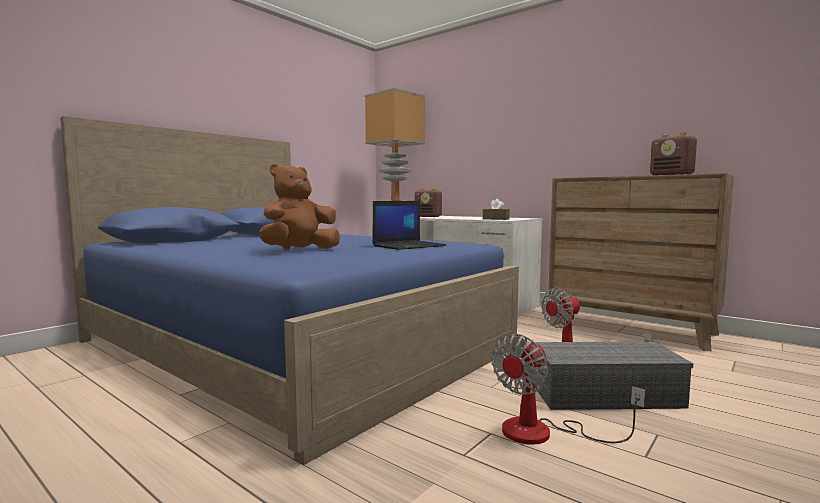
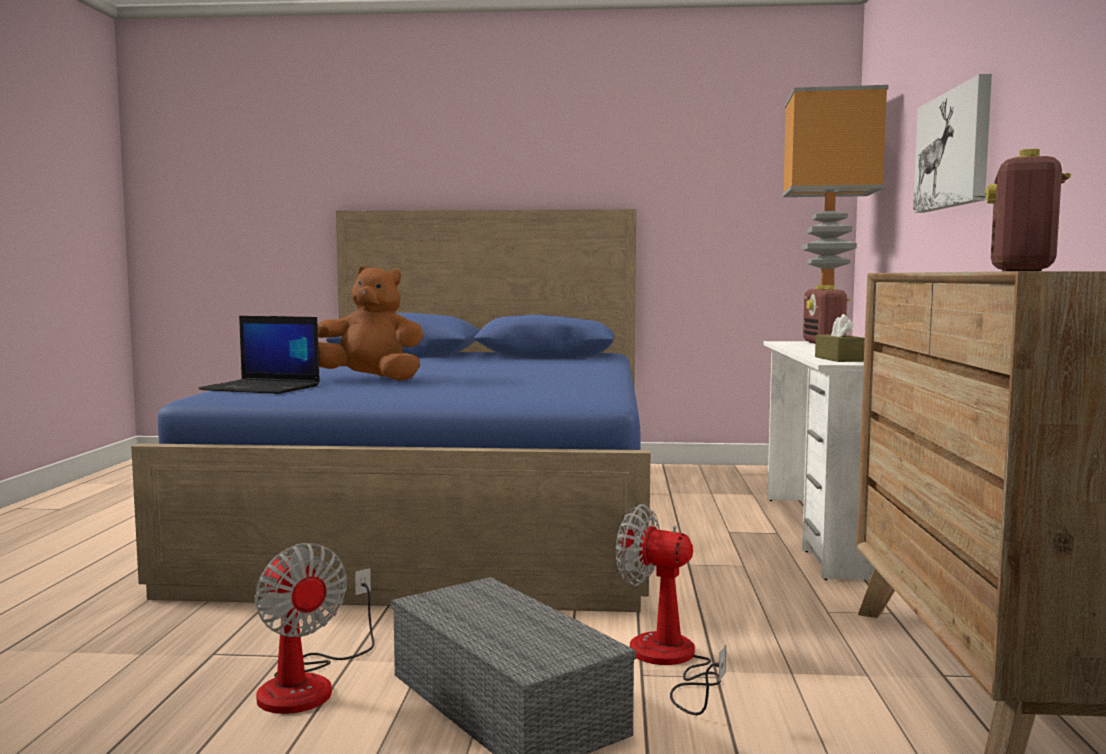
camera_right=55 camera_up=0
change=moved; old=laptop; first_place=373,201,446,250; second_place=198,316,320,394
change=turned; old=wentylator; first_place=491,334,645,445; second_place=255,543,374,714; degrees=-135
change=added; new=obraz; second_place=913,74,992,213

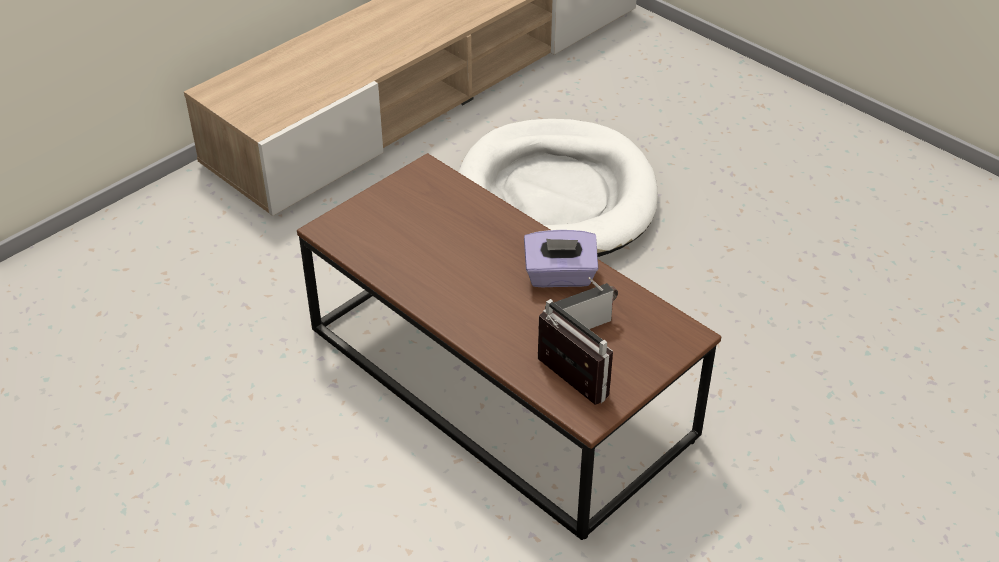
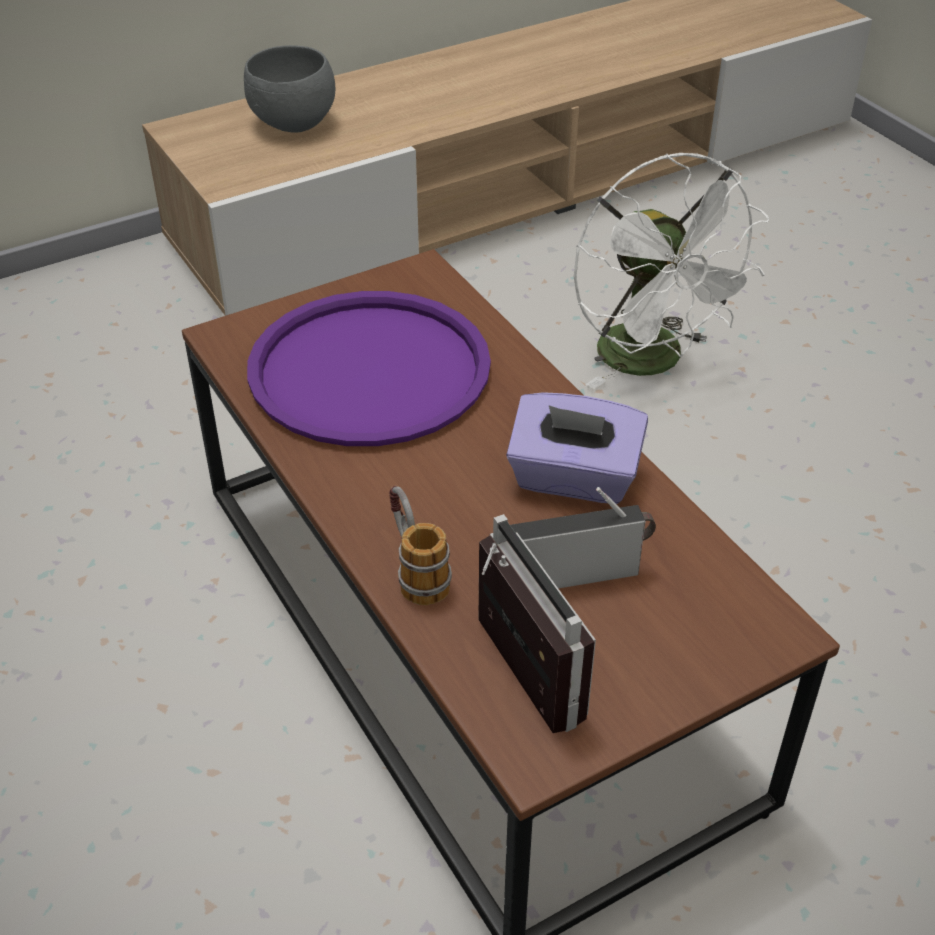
camera_right=15 camera_up=0
change=replaced; old=legowisko/biały; new=wentylator/biały; first_place=459,119,658,257; second_place=574,153,770,389
change=added; new=miska/szary; second_place=244,45,335,133
change=added; new=taca/fioletowy; second_place=247,291,491,446
change=added; new=kubek; second_place=389,486,452,605

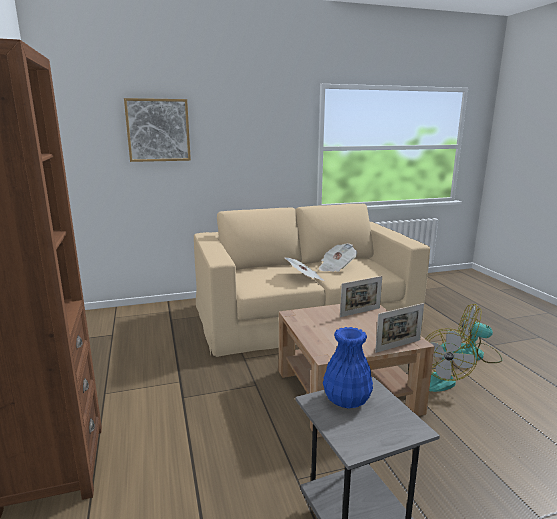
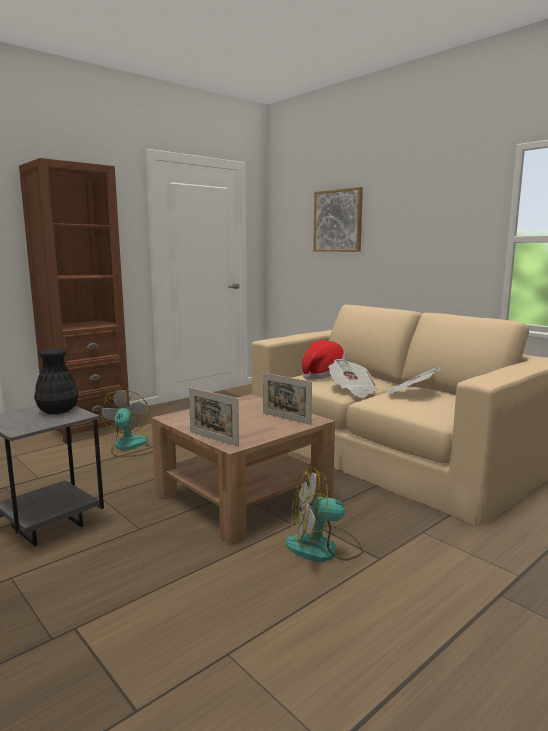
camera_right=65 camera_up=-5
change=recoloured; old=wazon/niebieski; new=wazon/czarny; first_place=323,327,373,408; second_place=34,348,79,414
change=moved; old=wentylator; first_place=456,304,502,363; second_place=99,390,153,457
change=added; new=kapelusz; second_place=302,340,347,379

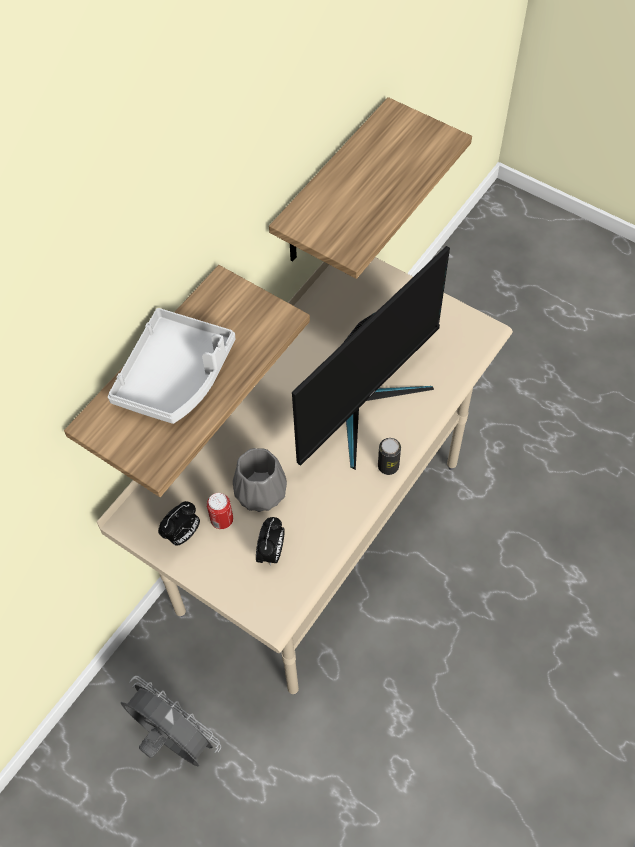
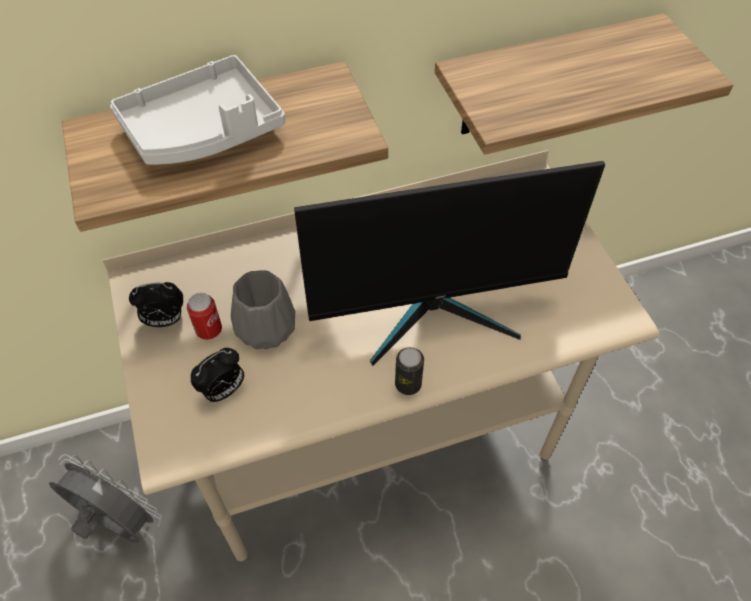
camera_right=35 camera_up=-5
change=turned; old=wentylator/szary; first_place=121,676,221,767; second_place=49,454,162,543; degrees=-45

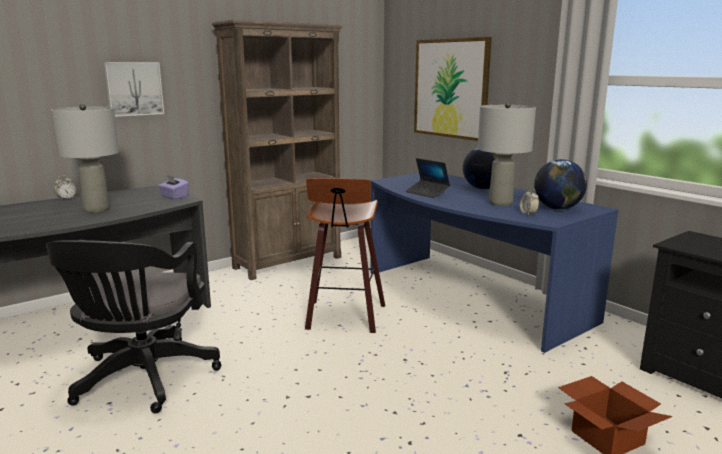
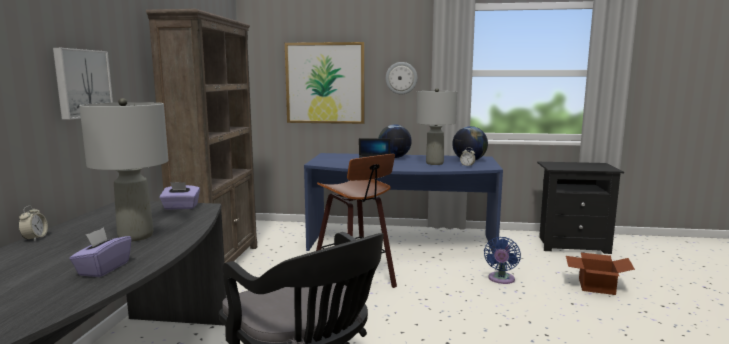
camera_right=-45 camera_up=-5
change=added; new=pudełko chusteczek/fioletowy; second_place=69,227,132,277
change=added; new=zegar ścienny; second_place=385,62,417,94
change=added; new=wentylator/niebieski; second_place=484,237,521,284

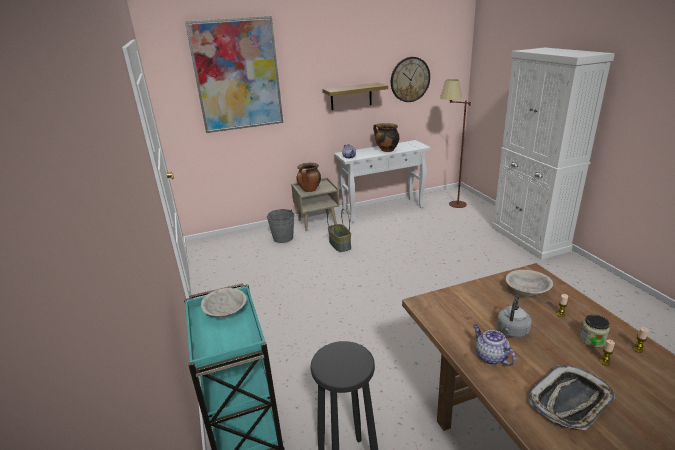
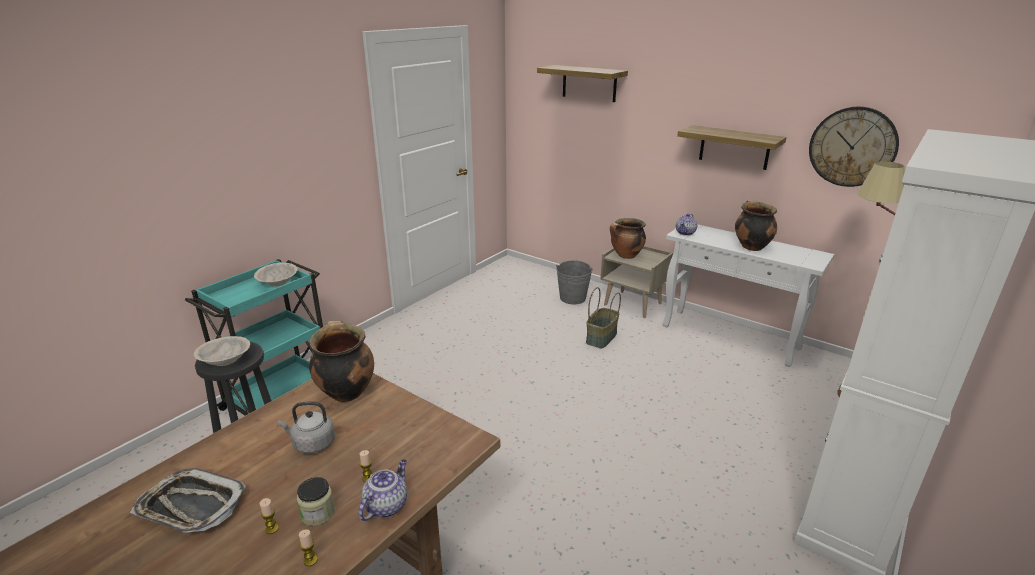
camera_right=55 camera_up=0
change=replaced; old=obraz; new=półka; first_place=185,16,283,133; second_place=537,65,628,102
change=moved; old=imbryk; first_place=473,324,516,366; second_place=358,459,407,521
change=moved; old=miska/beżowy; first_place=506,270,553,296; second_place=194,336,250,366
change=added; new=garnek; second_place=309,321,374,402

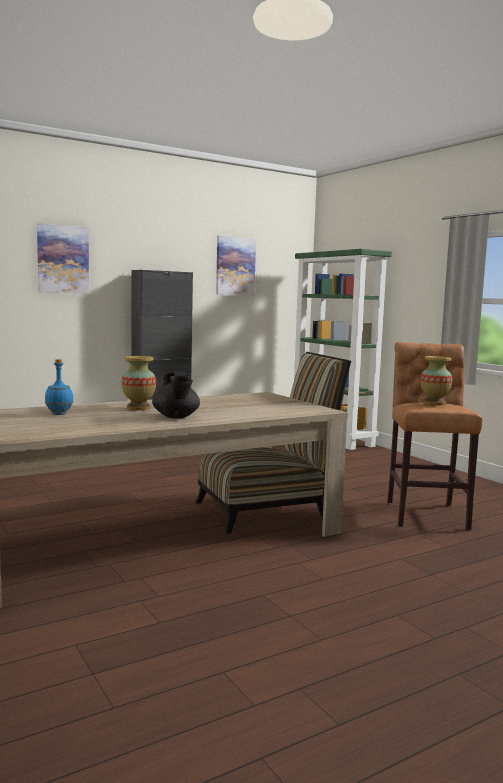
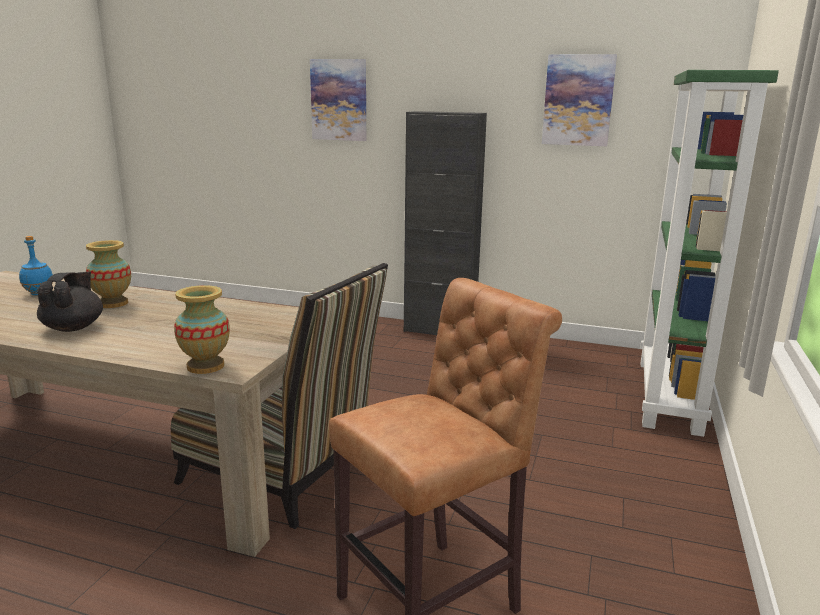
camera_right=50 camera_up=10
change=turned; old=imbryk/czarny; first_place=152,371,200,419; second_place=37,271,103,332; degrees=150
change=moved; old=wazon; first_place=420,356,452,405; second_place=174,285,230,374

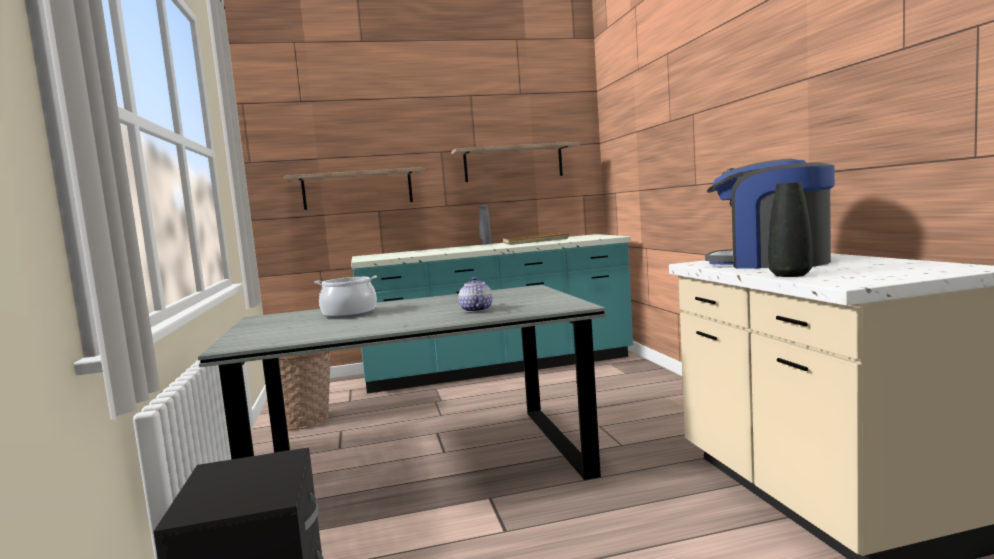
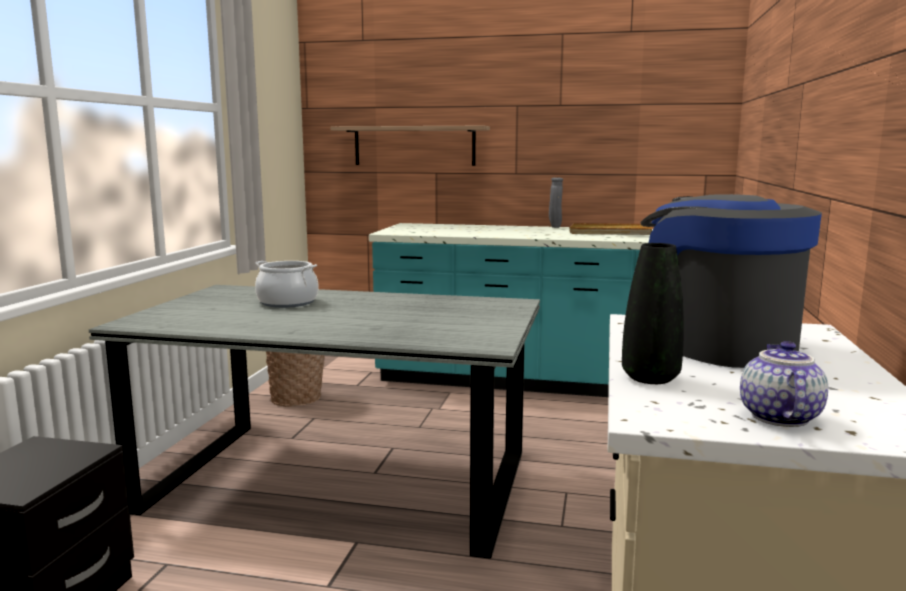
camera_right=25 camera_up=5
change=removed; old=półka; first_place=451,142,580,182
change=moved; old=imbryk; first_place=458,277,493,312; second_place=740,341,828,427

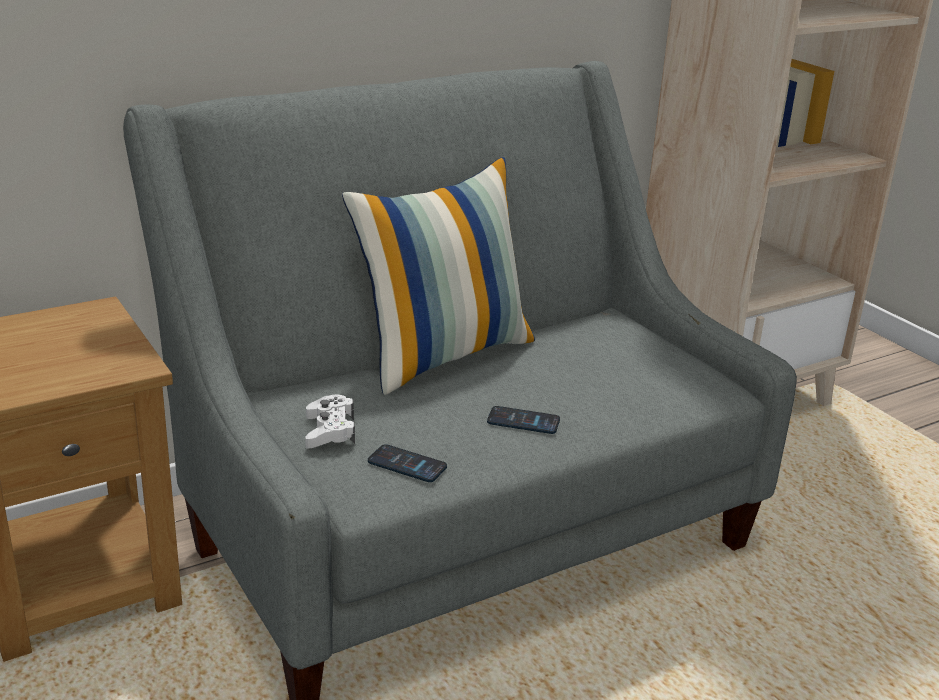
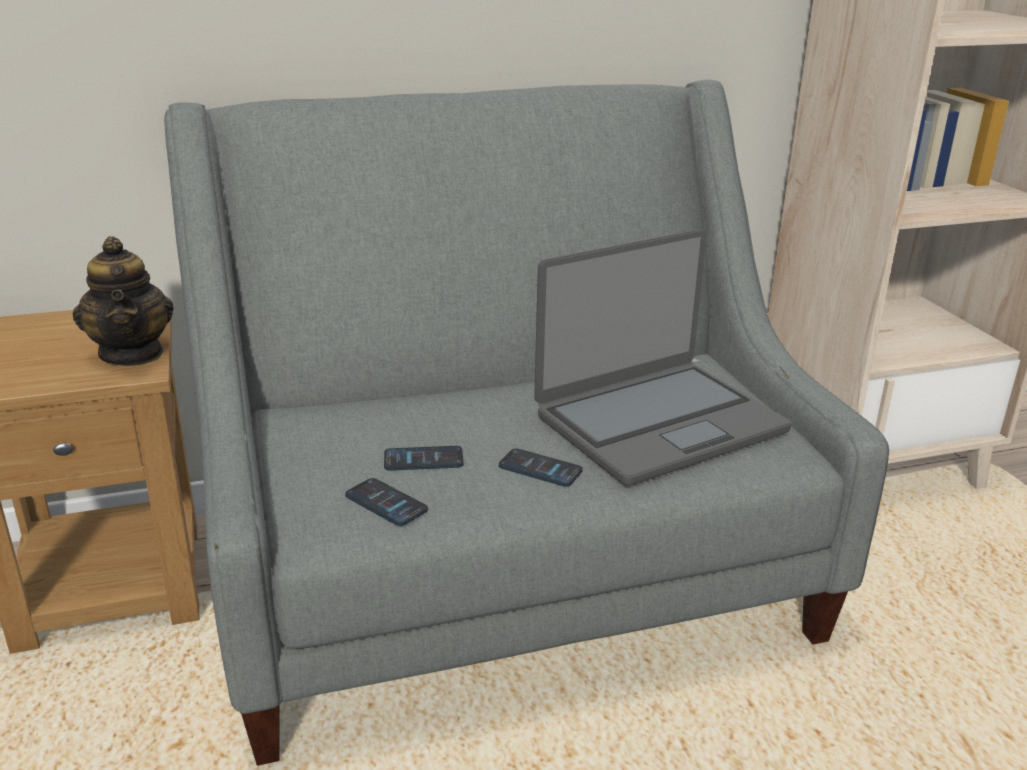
camera_right=15 camera_up=0
change=removed; old=pad do gier/biały; first_place=305,395,355,449
change=removed; old=poduszka; first_place=342,157,535,395
change=added; new=imbryk; second_place=73,236,174,366
change=added; new=telefon; second_place=384,446,464,471
change=added; new=laptop; second_place=534,229,791,486

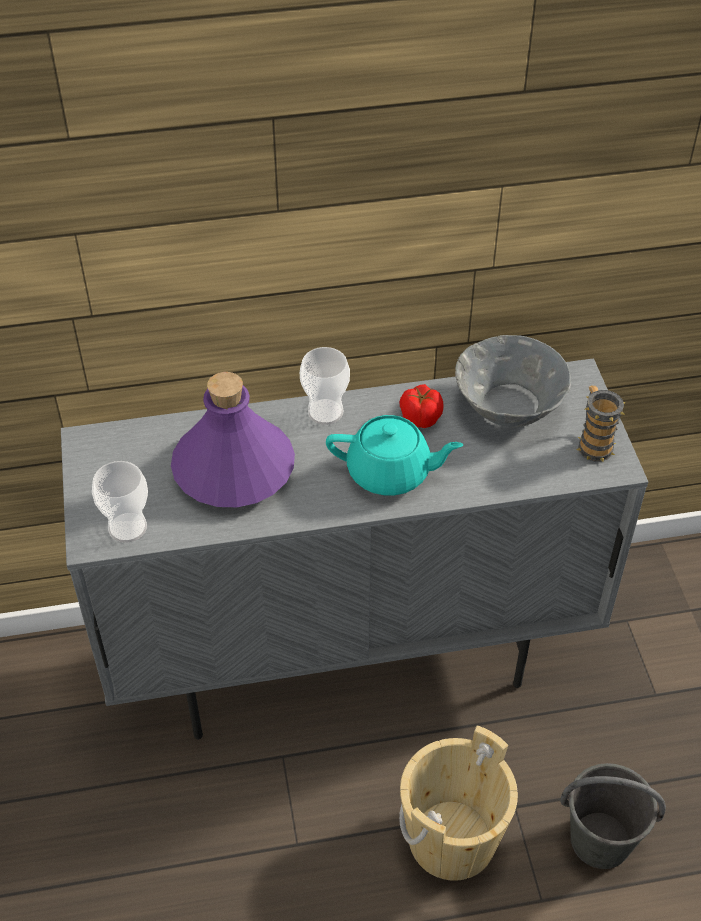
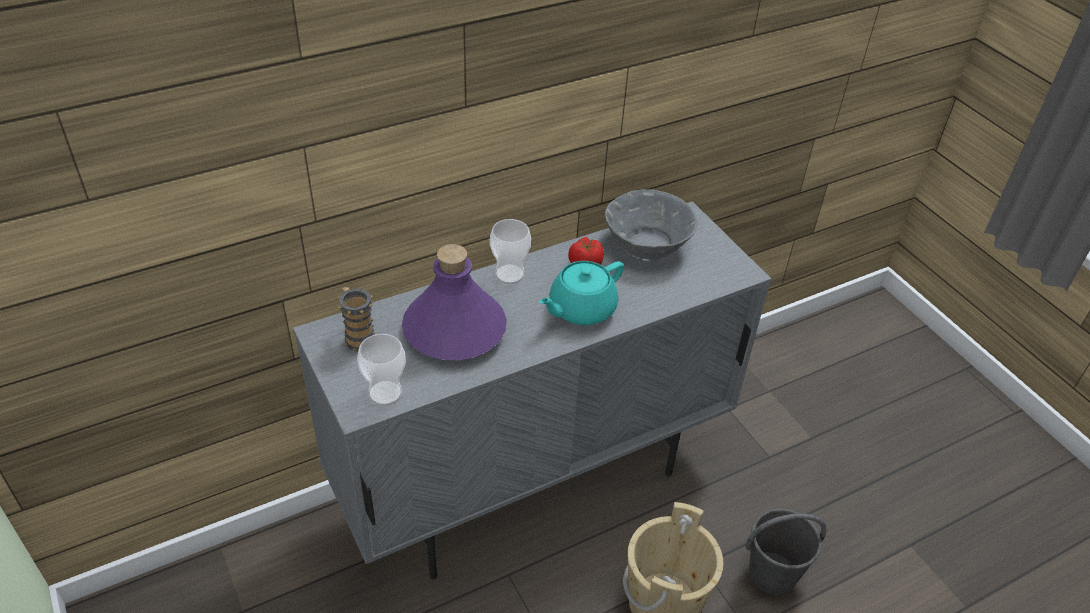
camera_right=-20 camera_up=-5
change=turned; old=imbryk/turkusowy; first_place=326,415,463,495; second_place=539,261,624,325; degrees=150
change=moved; old=kubek; first_place=577,385,626,462; second_place=338,287,377,351

